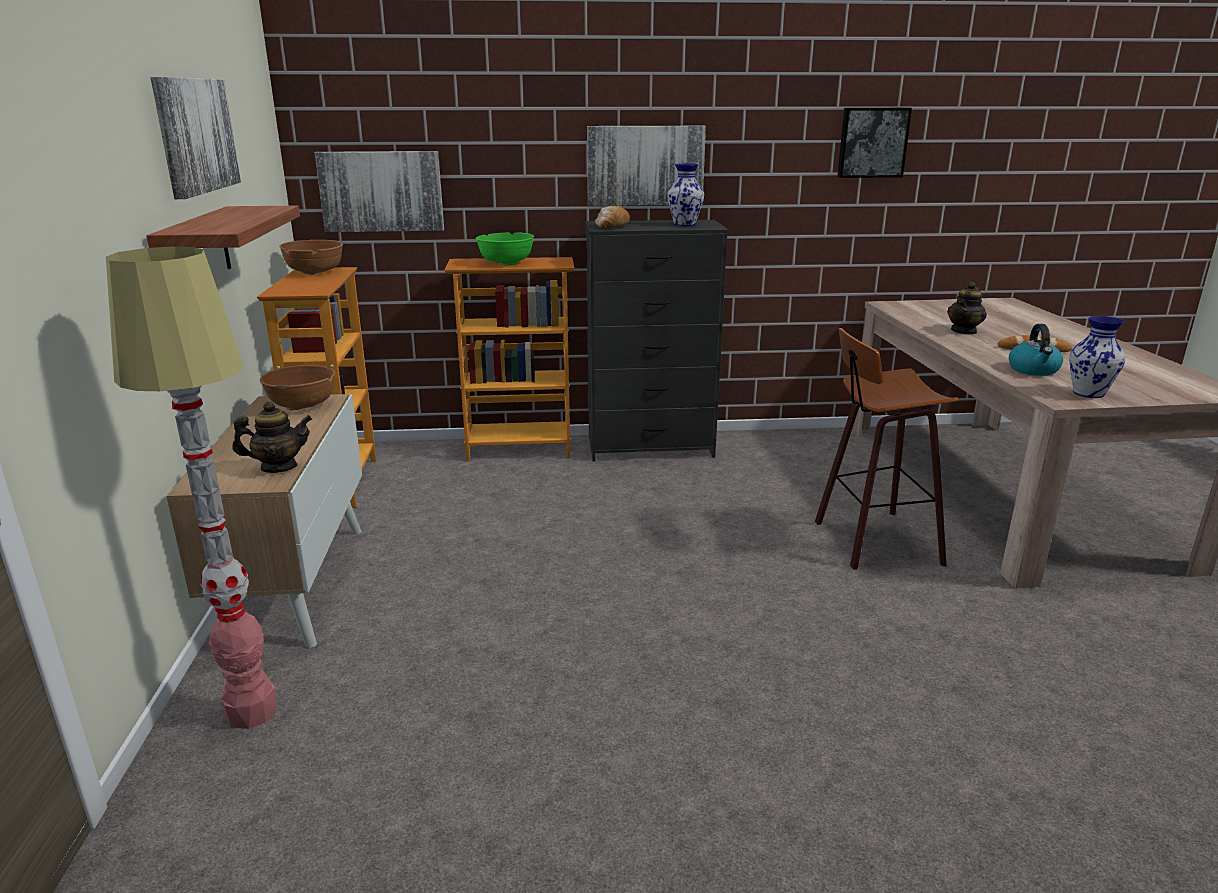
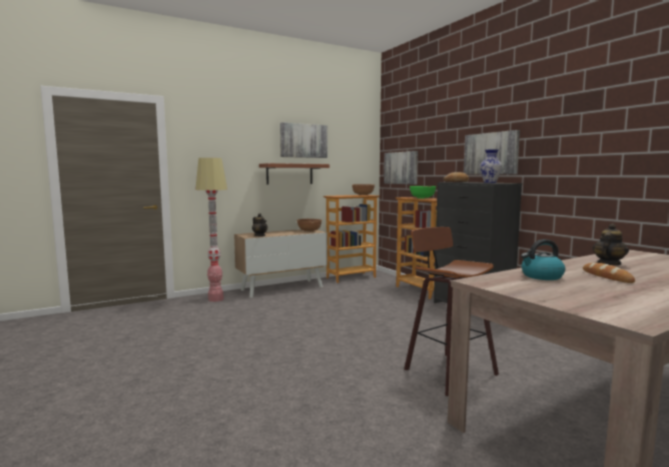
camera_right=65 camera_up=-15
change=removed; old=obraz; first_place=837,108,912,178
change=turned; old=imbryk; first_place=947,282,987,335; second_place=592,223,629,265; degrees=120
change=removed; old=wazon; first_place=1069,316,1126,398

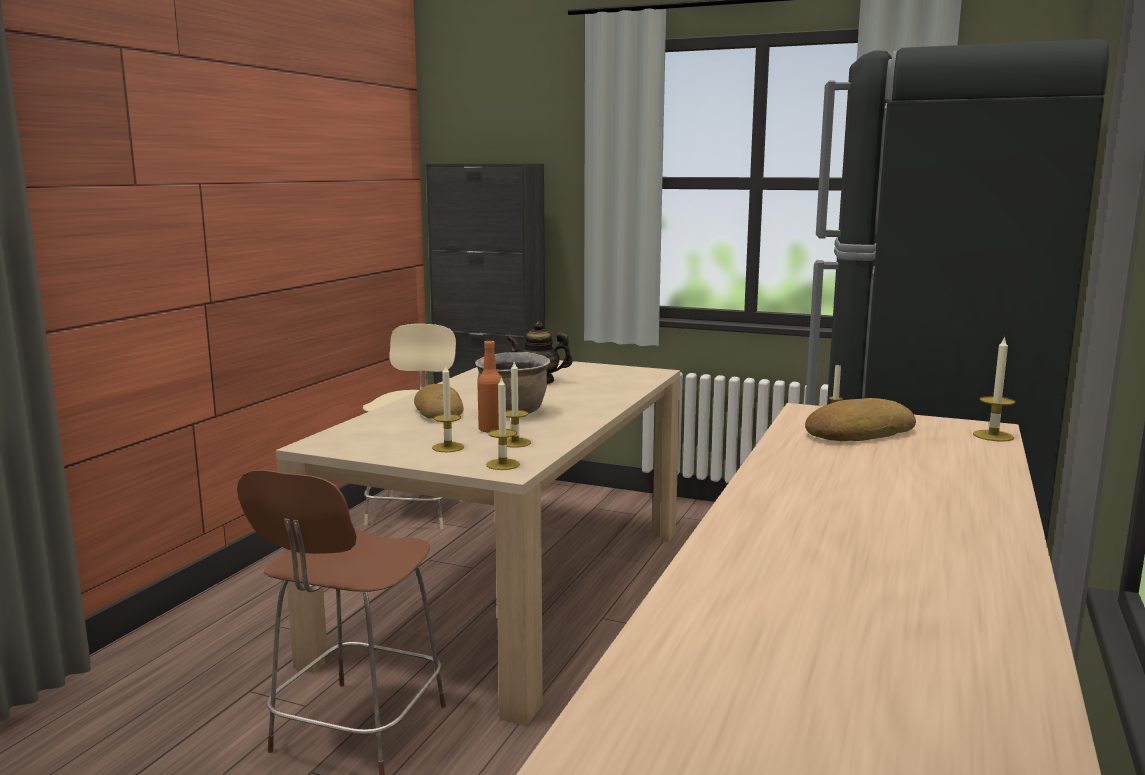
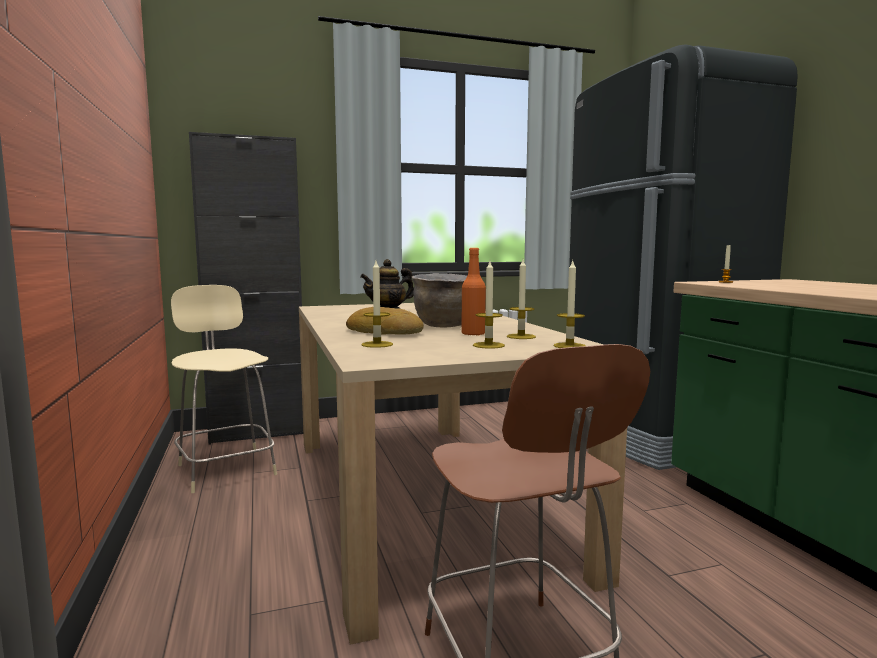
camera_right=-40 camera_up=-5
change=removed; old=chleb; first_place=805,398,916,441
change=moved; old=świeca; first_place=973,336,1015,442; second_place=362,261,393,348

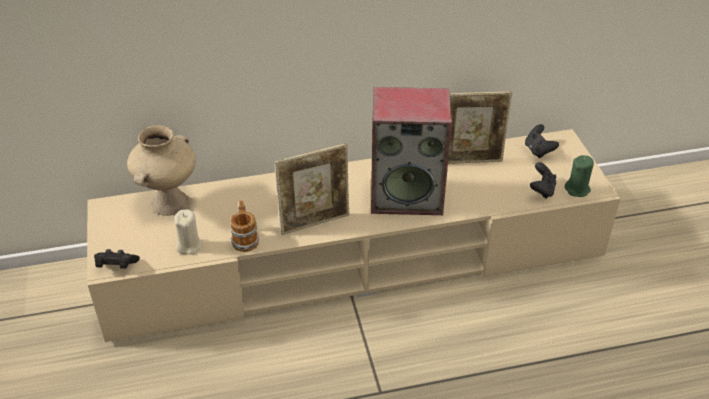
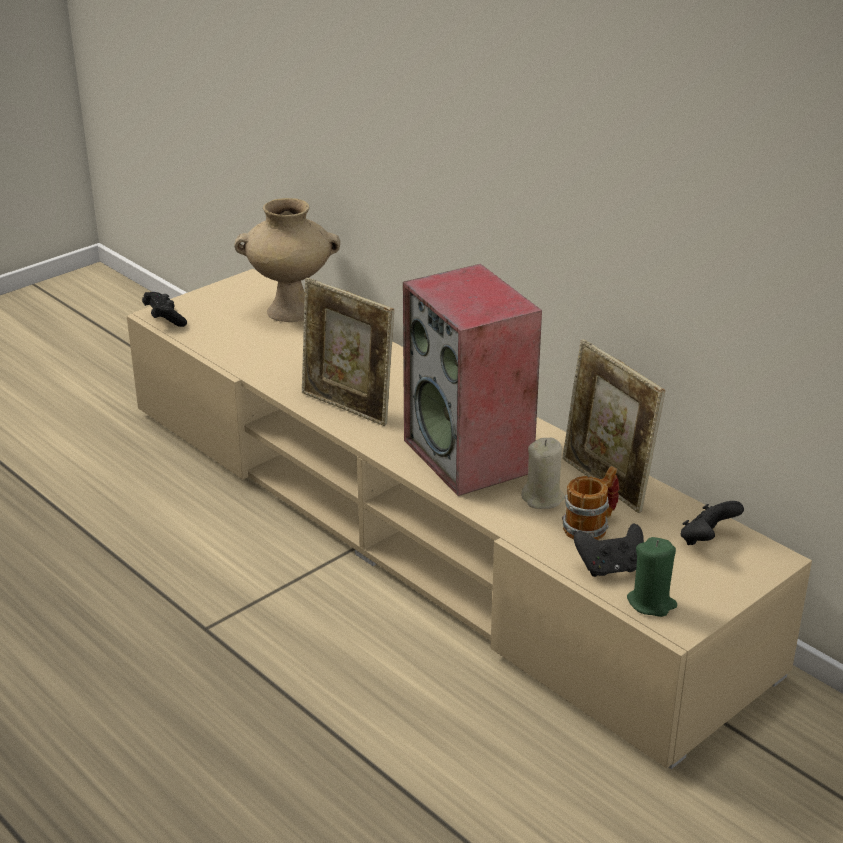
camera_right=60 camera_up=-10
change=moved; old=świeca/beżowy; first_place=174,210,202,255; second_place=521,438,564,509
change=moved; old=kubek; first_place=230,201,259,252; second_place=562,466,619,540

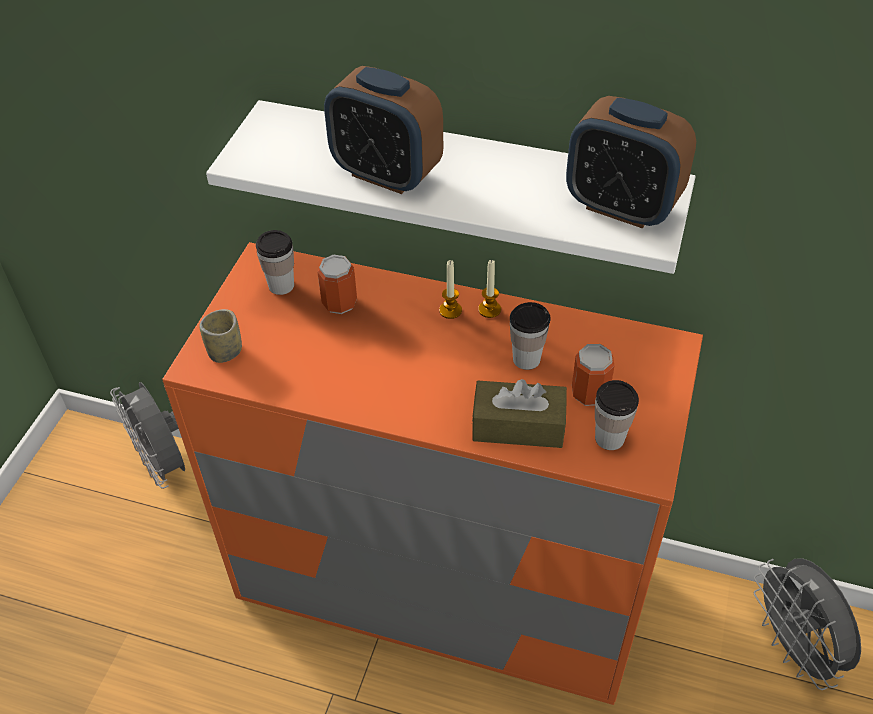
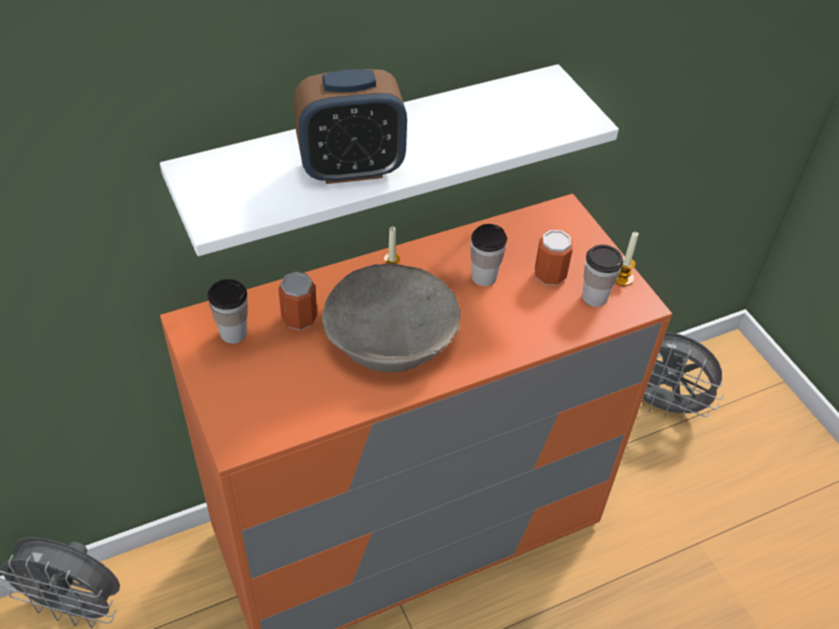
camera_right=-45 camera_up=0
change=removed; old=filiżanka; first_place=199,309,242,363
change=removed; old=pudełko chusteczek/brązowy; first_place=472,379,567,448
change=moved; old=świeca; first_place=478,260,501,318; second_place=616,232,639,286
change=removed; old=budzik; first_place=566,96,696,229
change=added; new=miska/beżowy; second_place=322,263,461,373

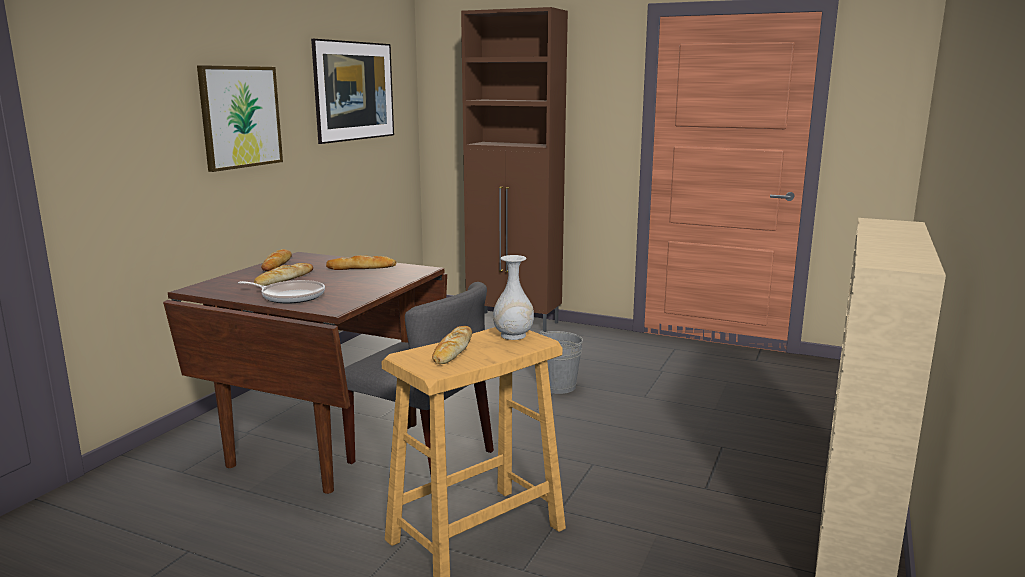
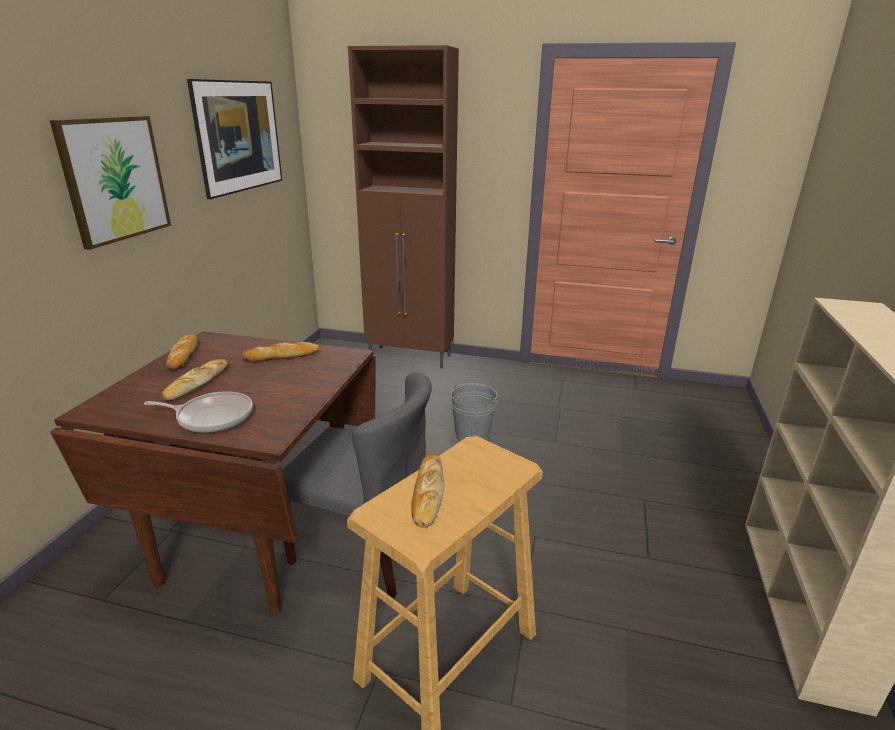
camera_right=-10 camera_up=10
change=removed; old=wazon/biały; first_place=493,255,534,340

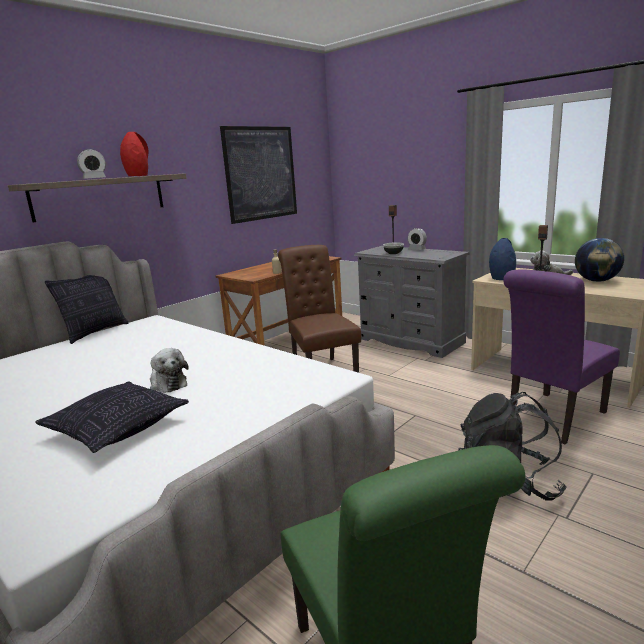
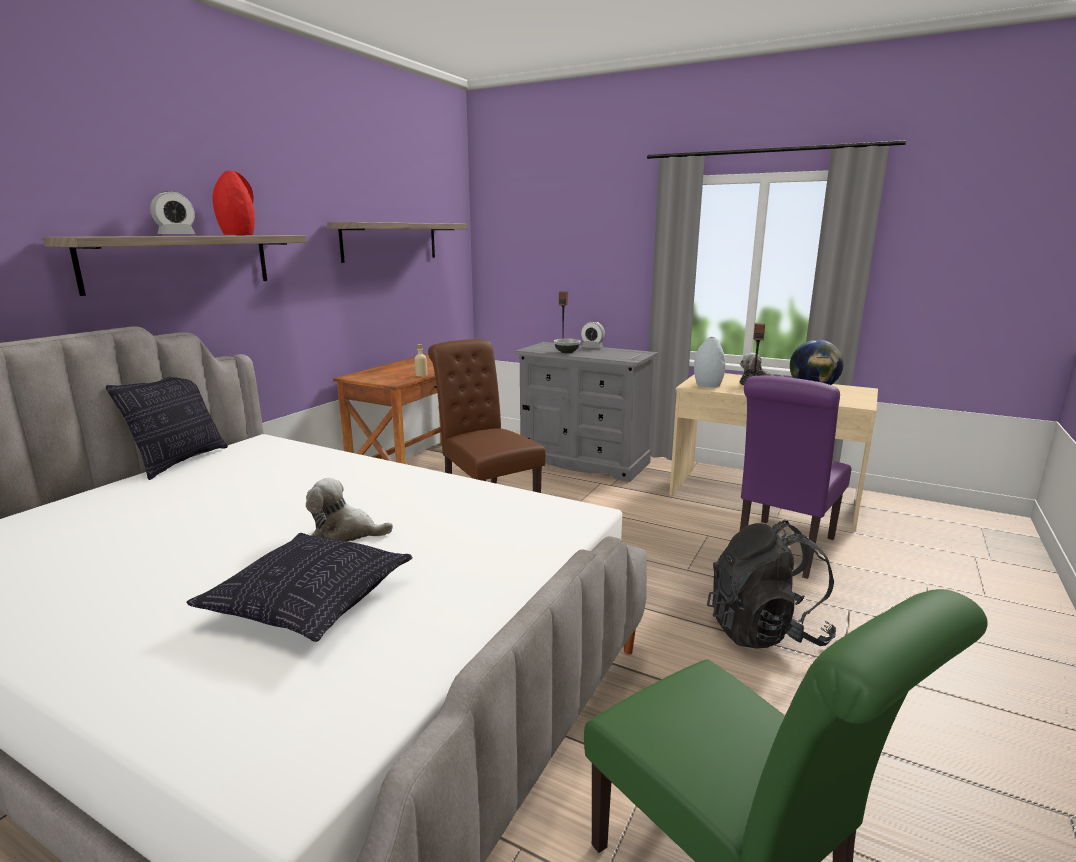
camera_right=-15 camera_up=0
change=turned; old=pluszak; first_place=150,348,189,393; second_place=306,478,393,541; degrees=150
change=replaced; old=obraz; new=półka; first_place=220,126,297,224; second_place=327,222,467,263
change=recoloured; old=wazon/niebieski; new=wazon/szary; first_place=489,238,516,280; second_place=694,337,726,387

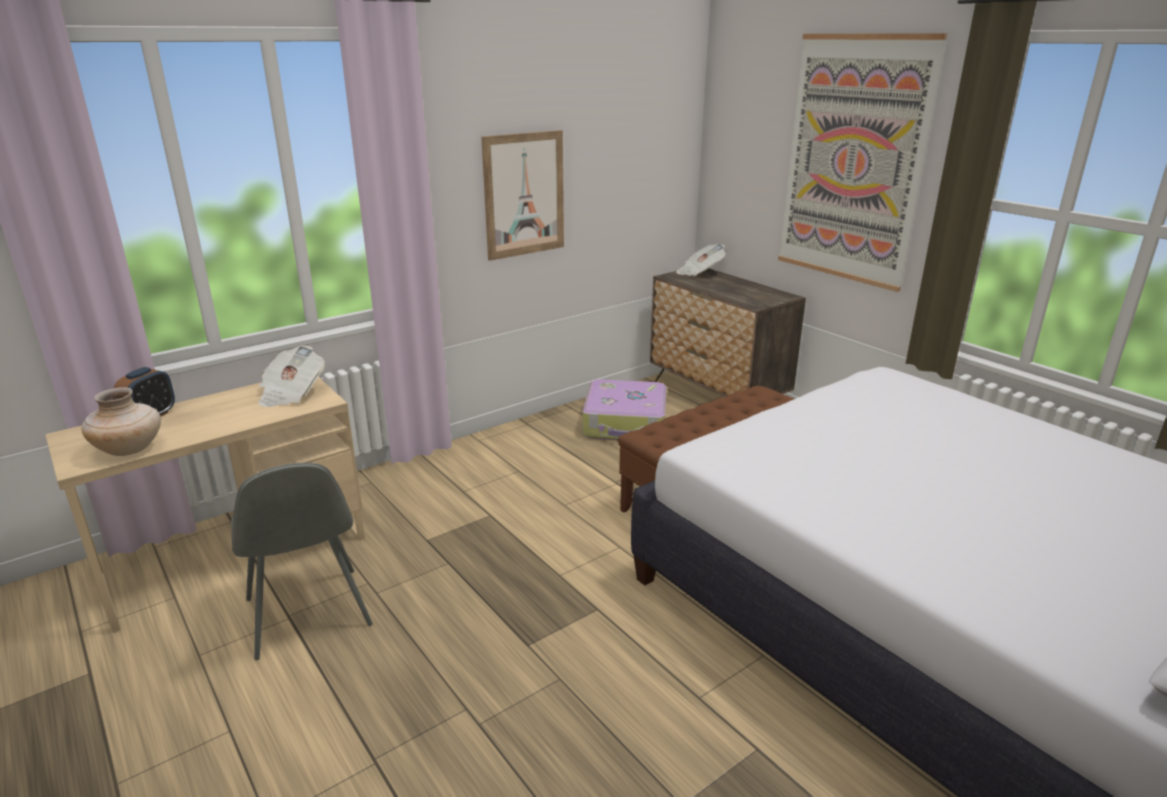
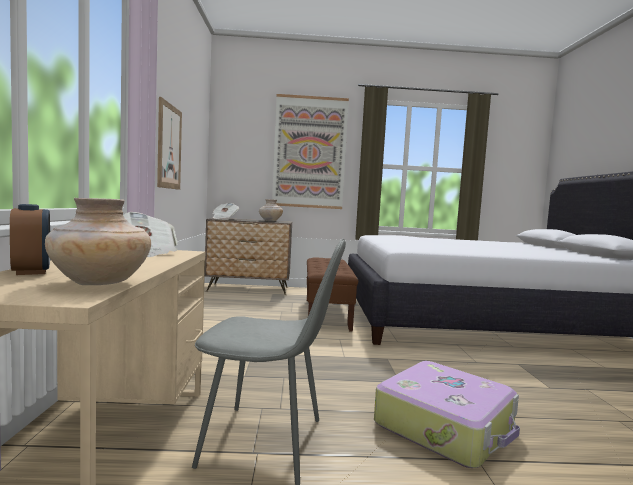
camera_right=-55 camera_up=-20
change=moved; old=walizka; first_place=582,379,667,440; second_place=374,361,520,468
change=added; new=wazon/beżowy; second_place=259,199,283,221

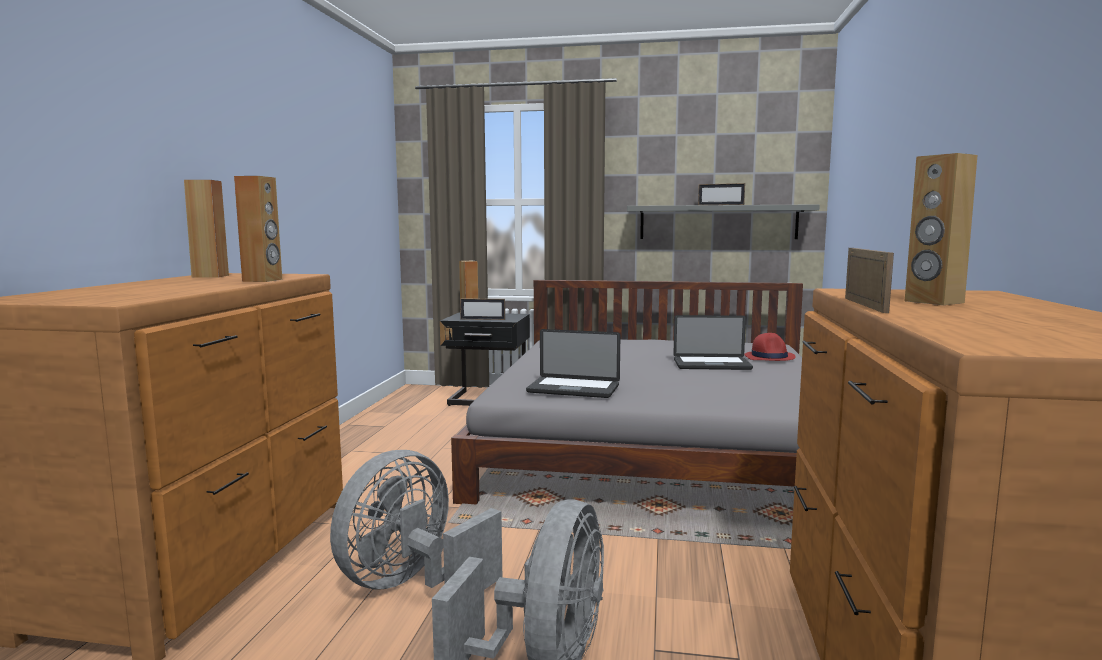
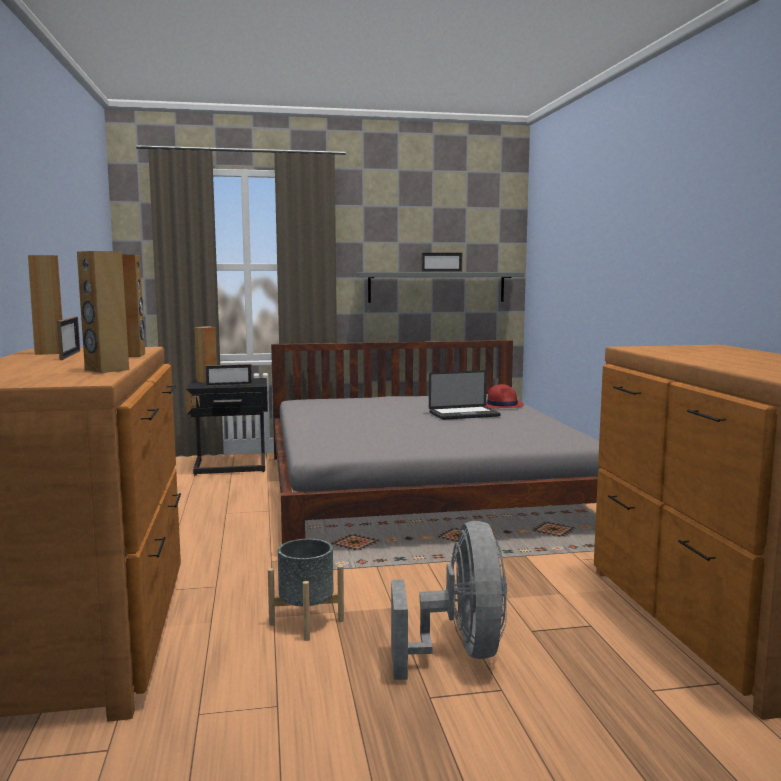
camera_right=-20 camera_up=0
change=replaced; old=wentylator/szary; new=donica/szary; first_place=330,450,502,590; second_place=268,539,344,641
change=removed; old=laptop; first_place=526,329,620,398
change=moved; old=ramka na zdjęcie; first_place=845,248,894,313; second_place=57,316,80,360
change=moved; old=głośnik/brązowy; first_place=905,153,977,305; second_place=77,251,129,373

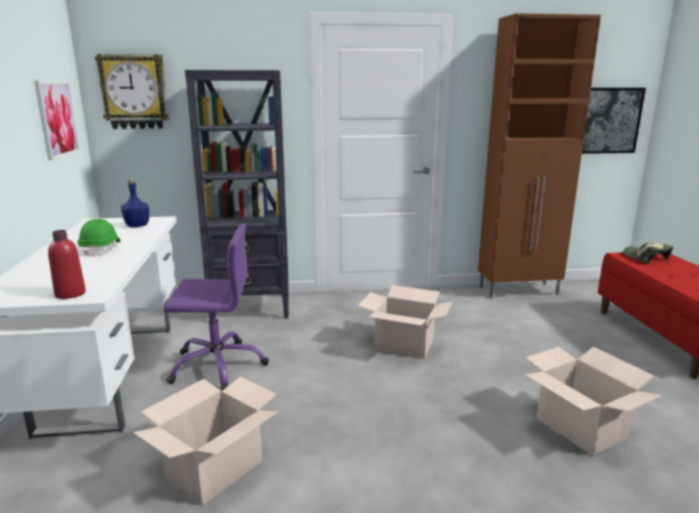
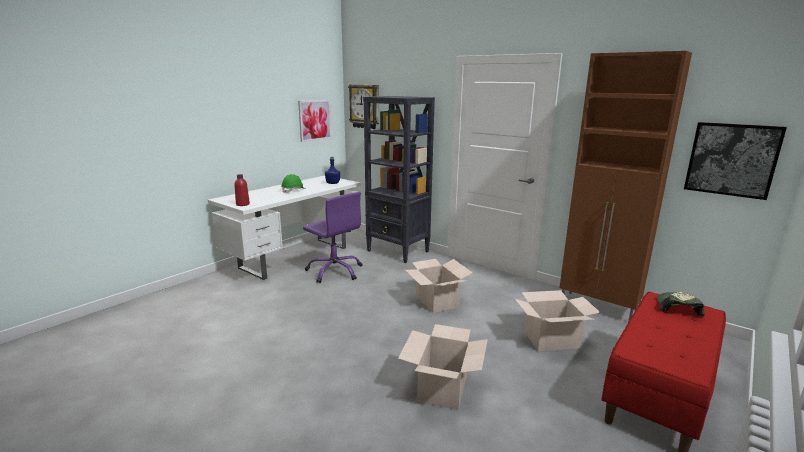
camera_right=45 camera_up=0
change=moved; old=karton; first_place=133,377,278,505; second_place=514,290,600,351

